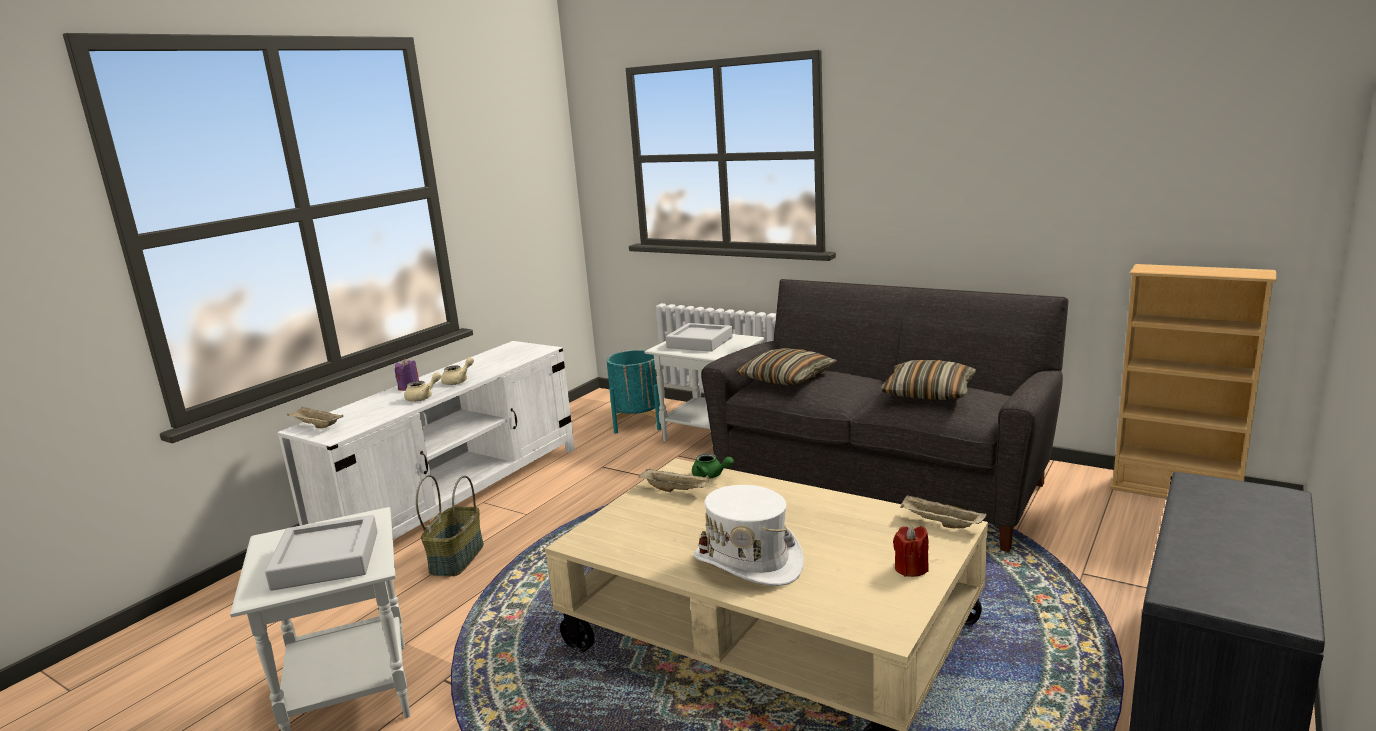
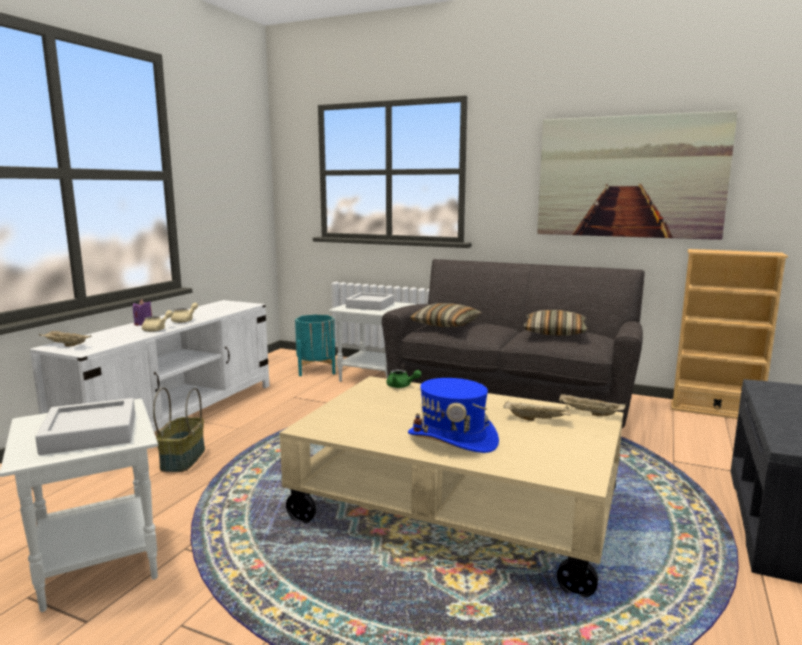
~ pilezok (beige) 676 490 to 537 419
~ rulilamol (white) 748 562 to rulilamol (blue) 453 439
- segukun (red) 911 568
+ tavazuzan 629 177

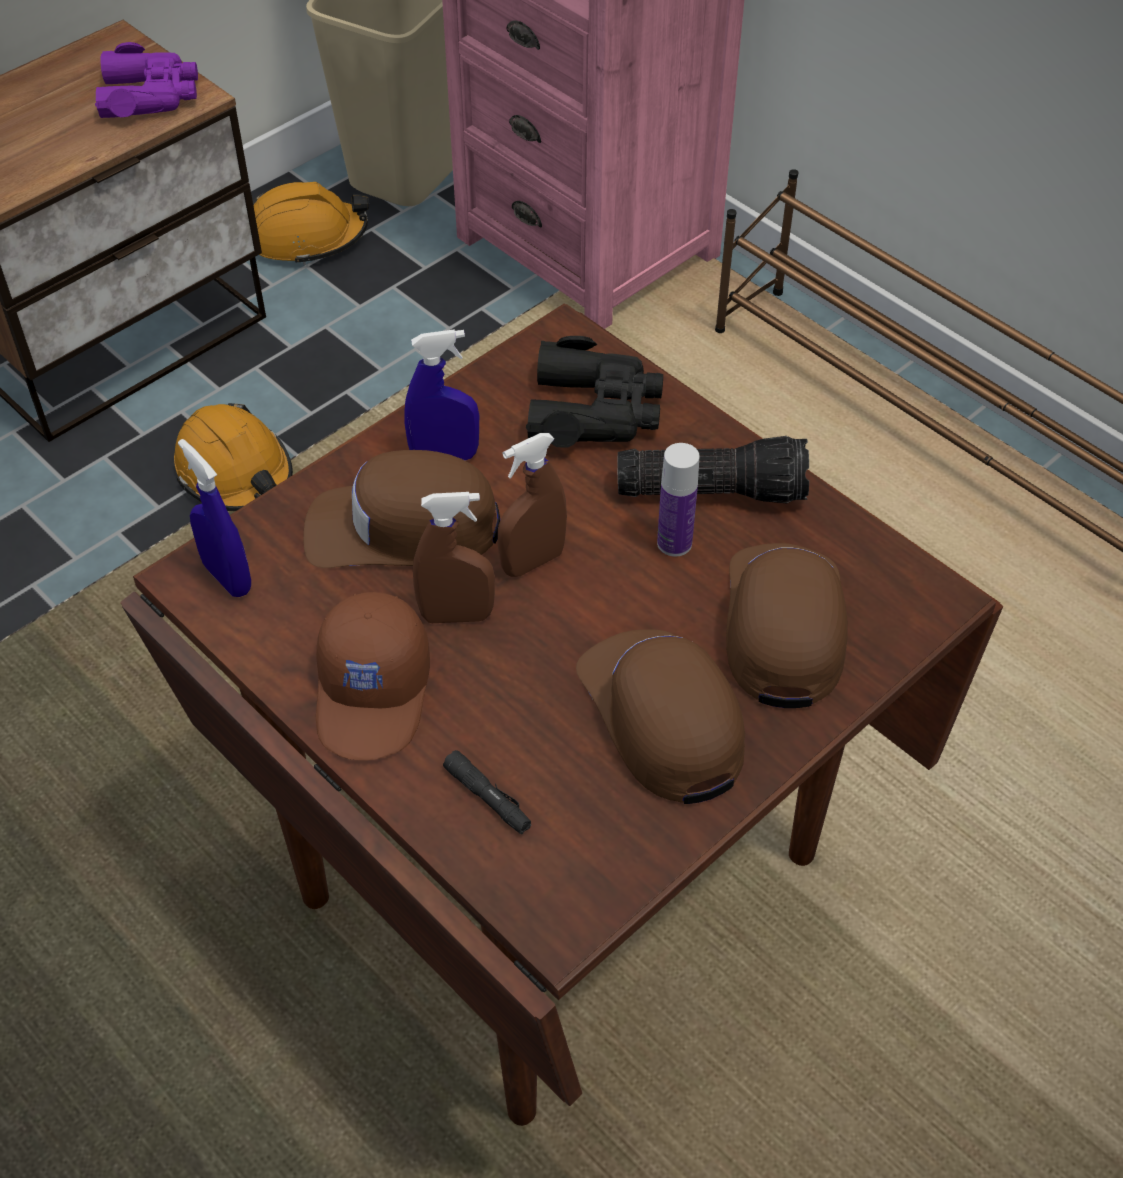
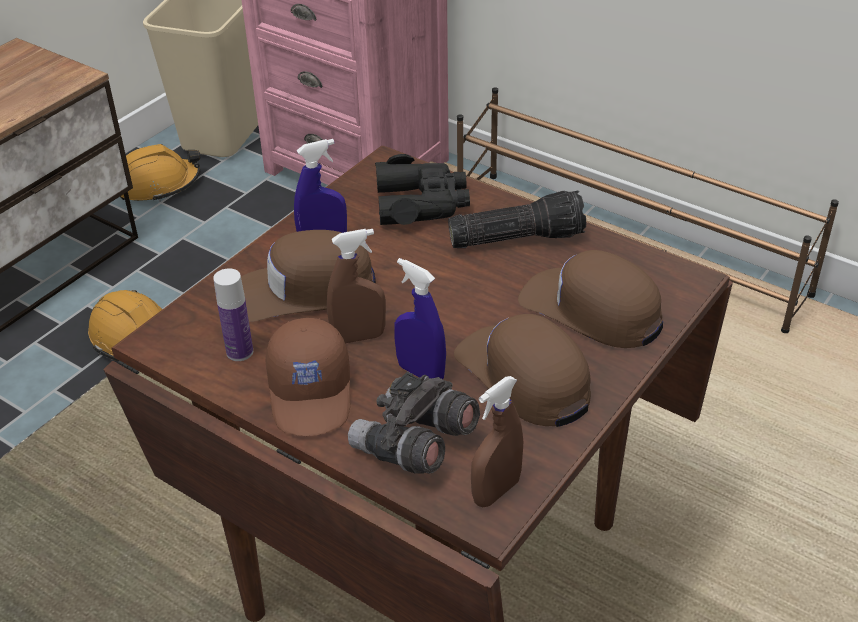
- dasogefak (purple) 150 95
~ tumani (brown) 532 562 to 496 491
~ tumani (blue) 227 578 to 420 372
~ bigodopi 674 543 to 239 352
~ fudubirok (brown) 783 626 = 591 310 45 degrees counterclockwise
~ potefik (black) 488 798 to dasogefak (grey) 414 446

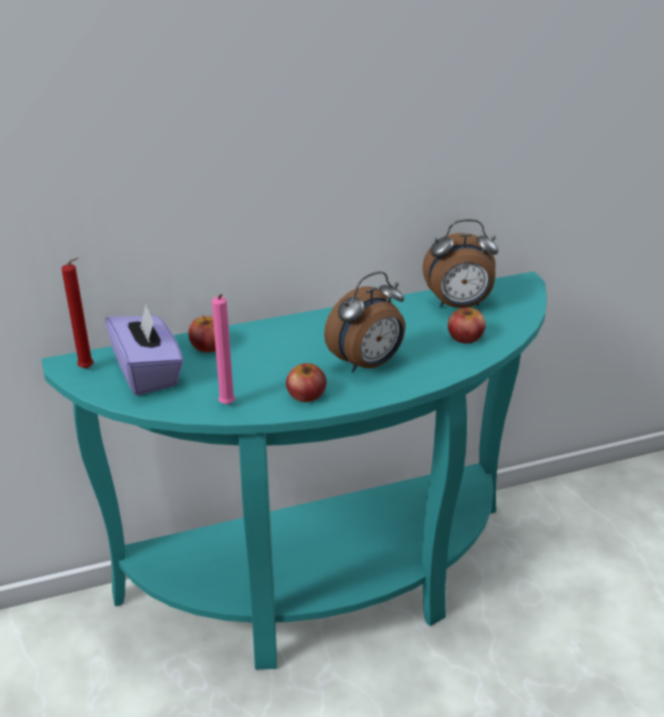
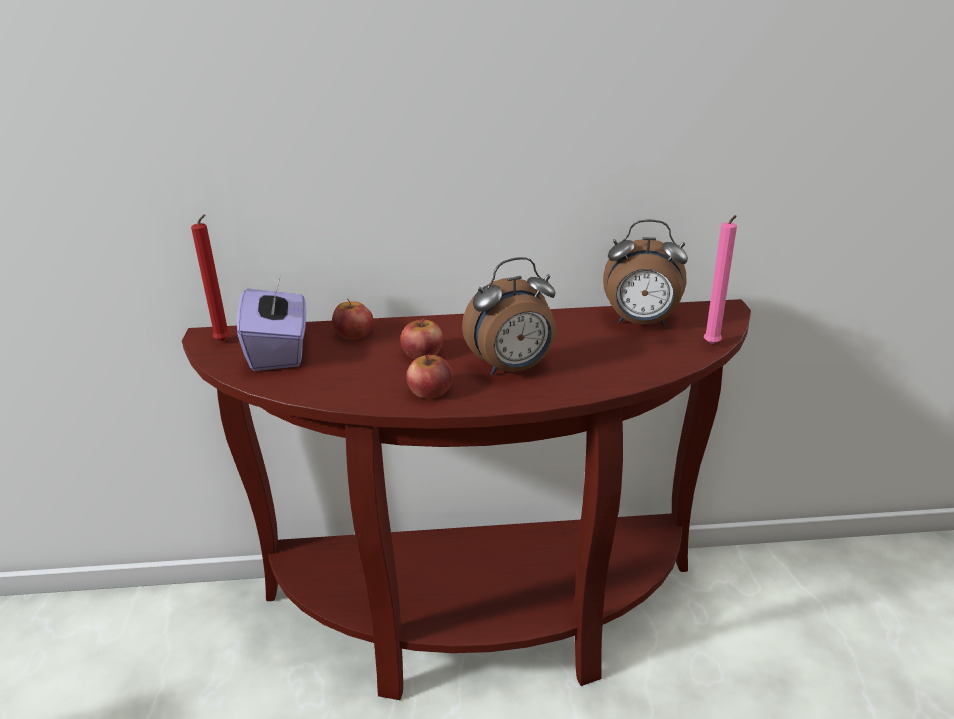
~ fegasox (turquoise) 327 587 to fegasox (brown) 482 621
~ segukun (pink) 227 406 to 712 345
~ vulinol 465 336 to 422 353

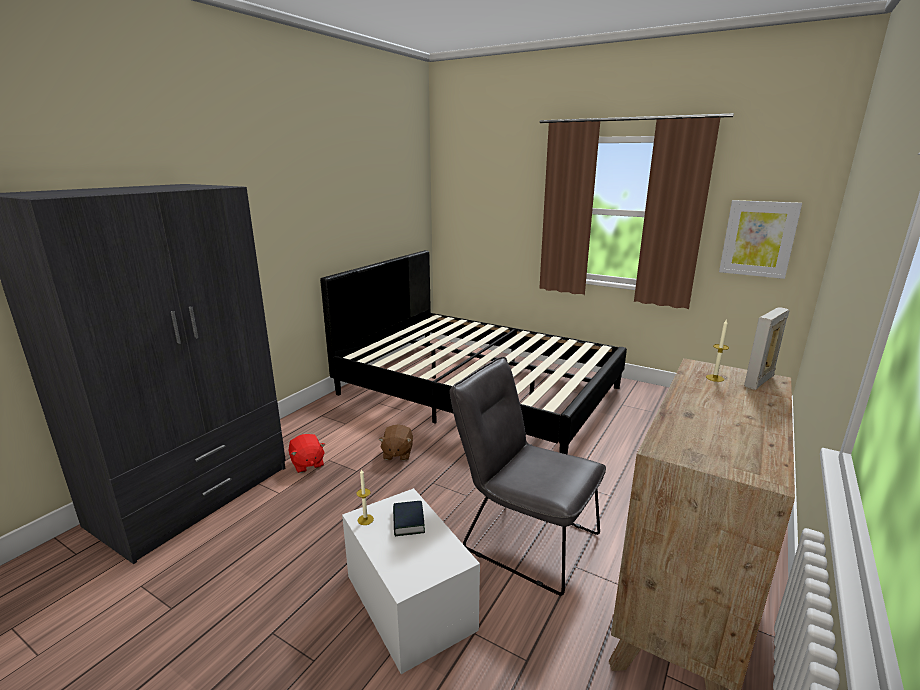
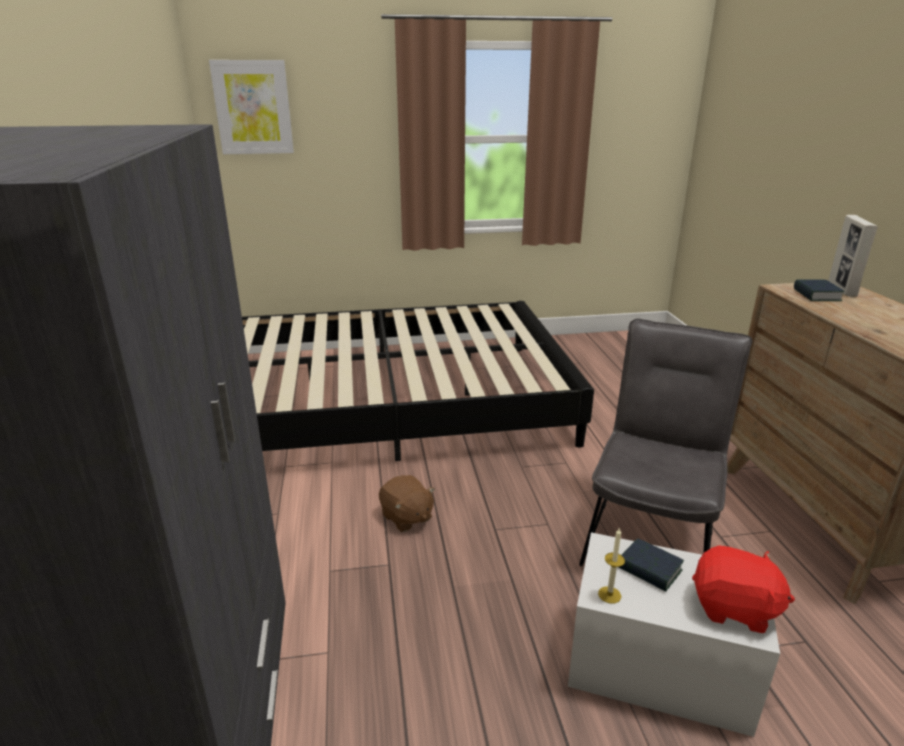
~ tavazuzan 758 239 to 253 108
~ segukun 715 378 to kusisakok 816 295
~ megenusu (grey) 523 537 = 651 536 120 degrees clockwise
~ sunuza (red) 307 464 to 734 608

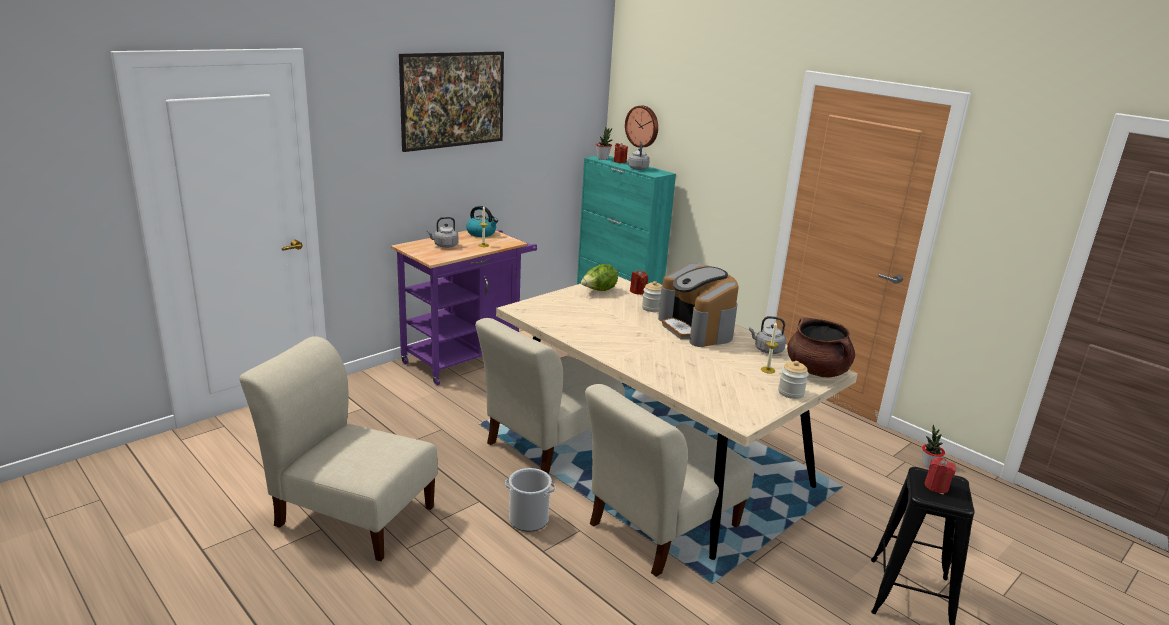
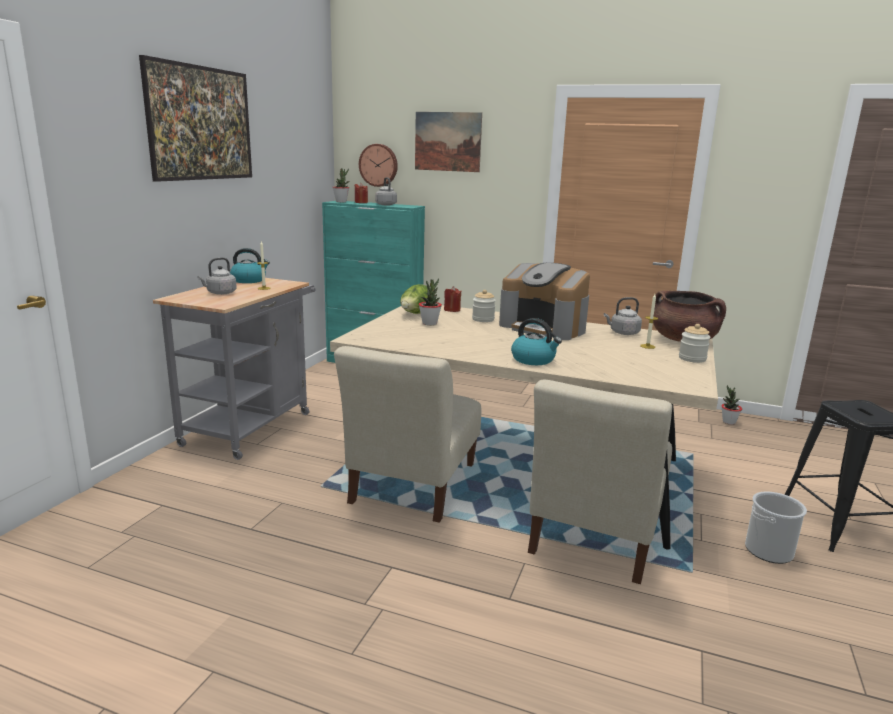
~ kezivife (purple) 467 357 to kezivife (grey) 252 425
- megenusu (beige) 350 513
- segukun (red) 936 486
~ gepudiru 528 519 to 768 551
+ tavazuzan 447 141
+ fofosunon 429 323
+ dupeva 534 360

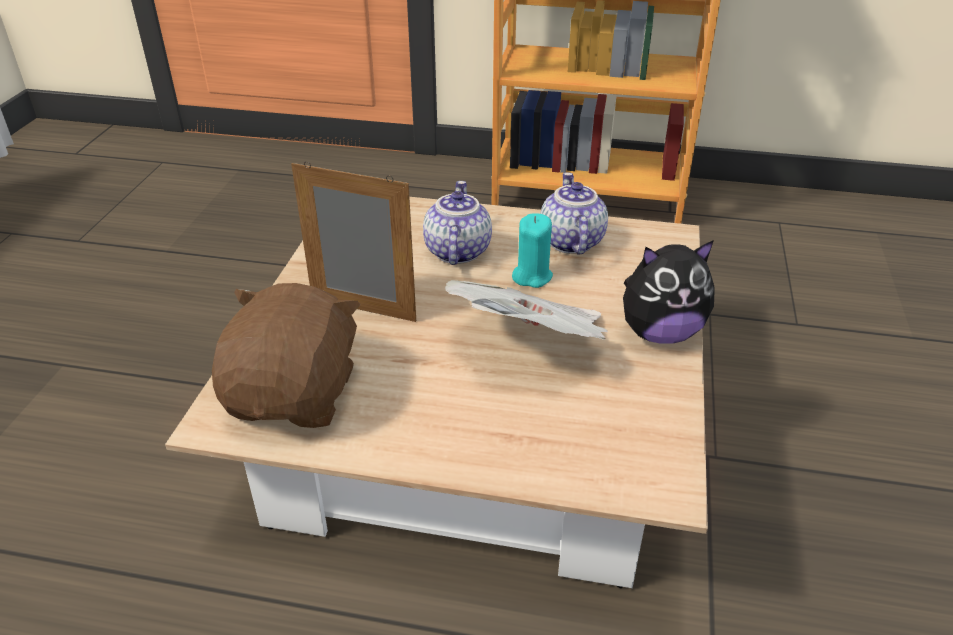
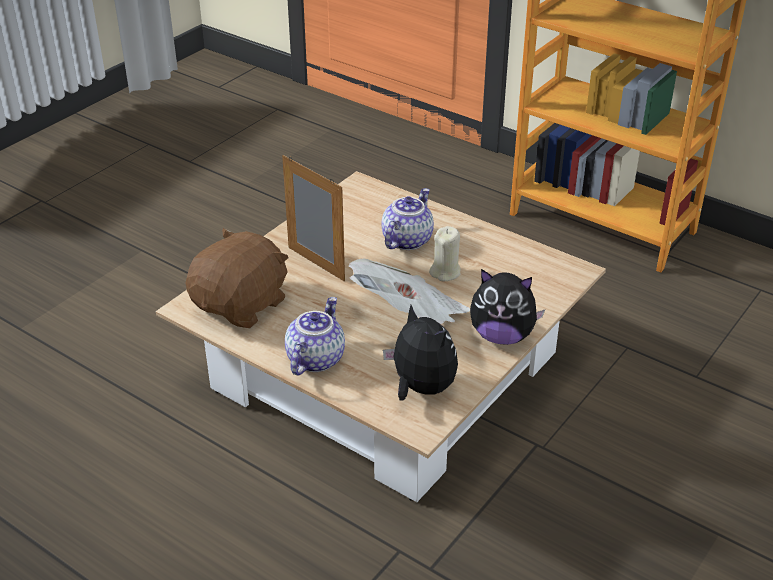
~ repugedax 569 241 to 314 358
~ segukun (turquoise) 532 276 to segukun (beige) 445 272
+ sunuza 420 388

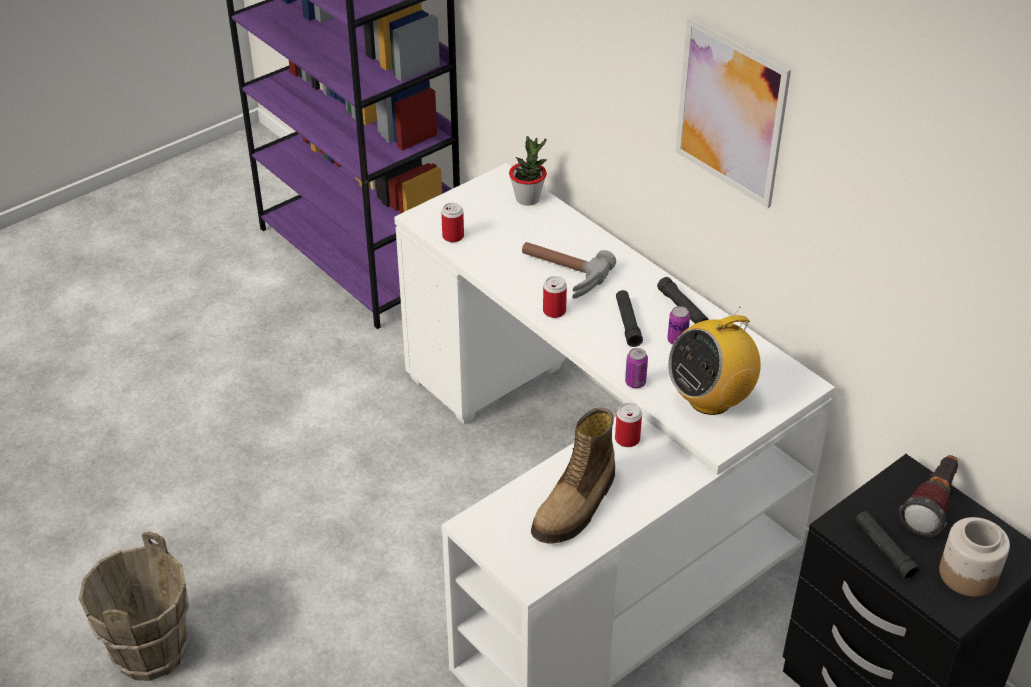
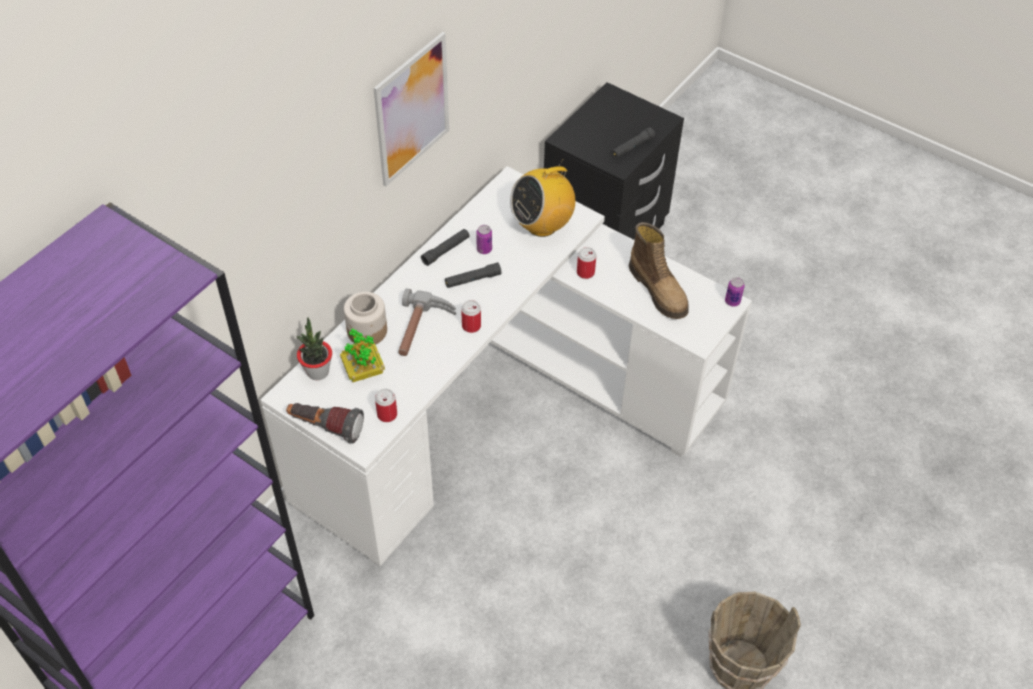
~ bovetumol 710 399 = 542 225 105 degrees clockwise
~ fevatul 635 382 to 732 301
~ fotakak 576 506 = 659 290 45 degrees clockwise
~ potefik 931 505 to 326 428
~ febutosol 967 574 to 367 331
+ fofosunon 363 371

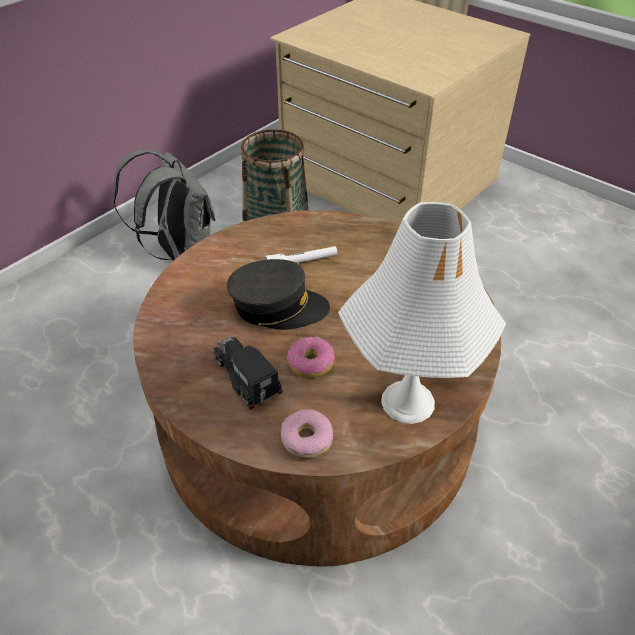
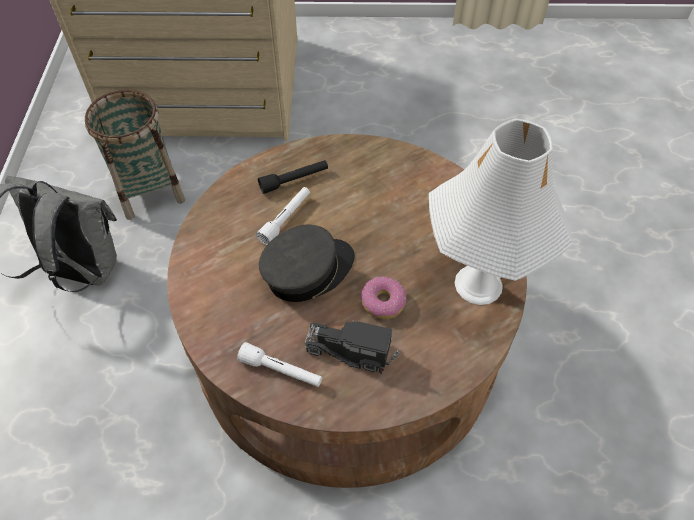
- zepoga 307 438
+ potefik (black) 294 180
+ potefik (white) 281 370

